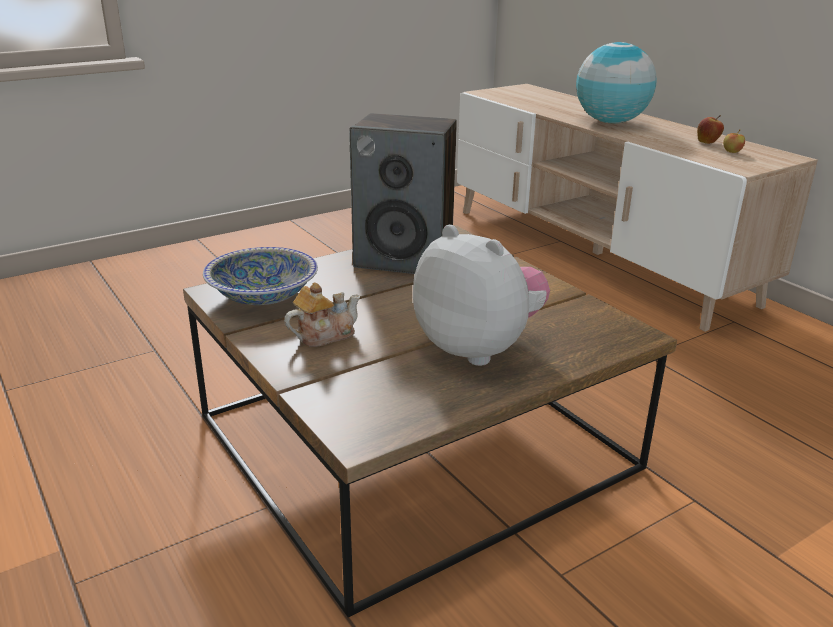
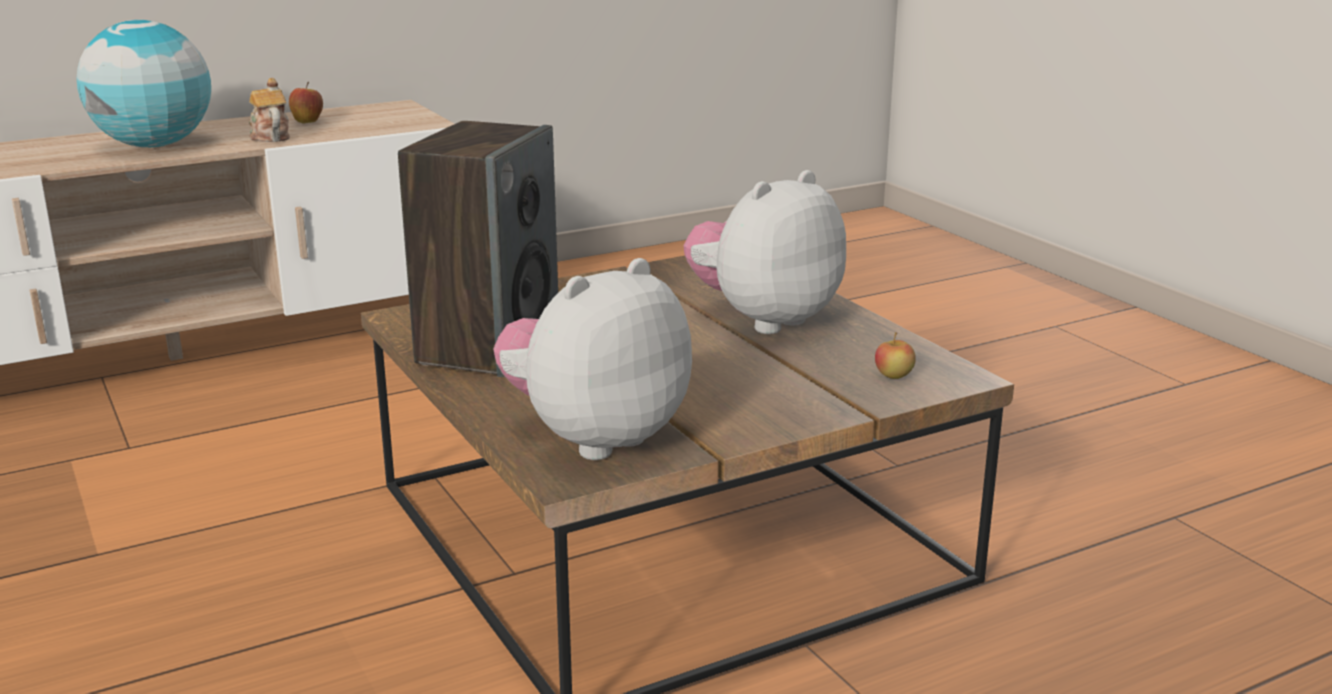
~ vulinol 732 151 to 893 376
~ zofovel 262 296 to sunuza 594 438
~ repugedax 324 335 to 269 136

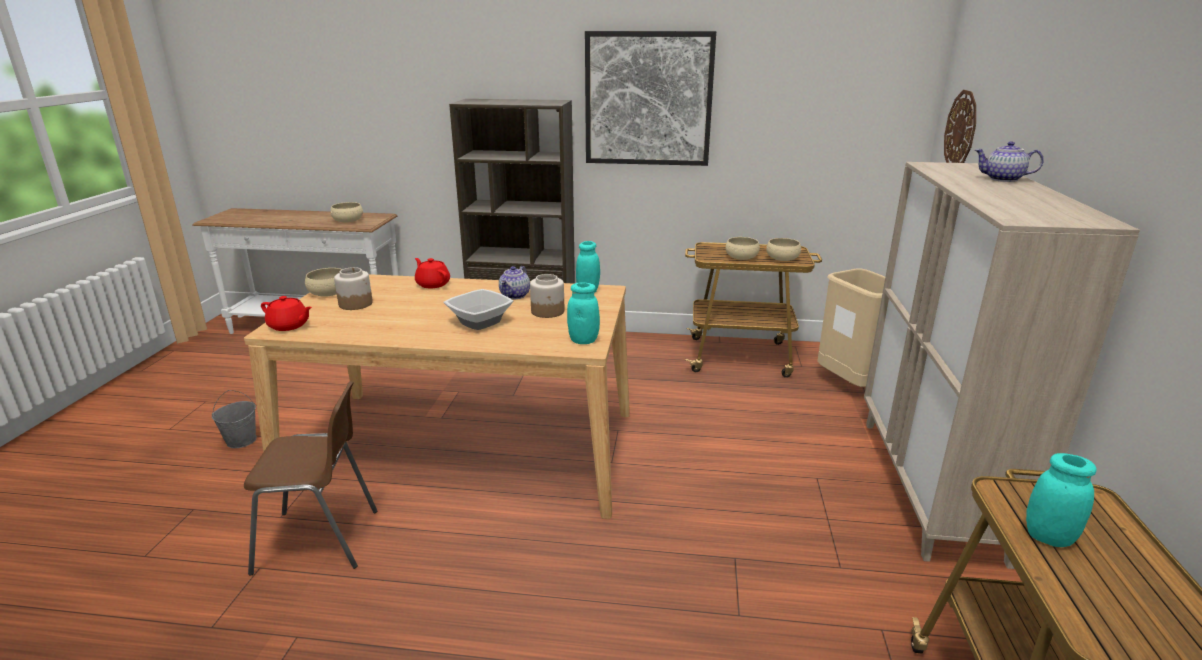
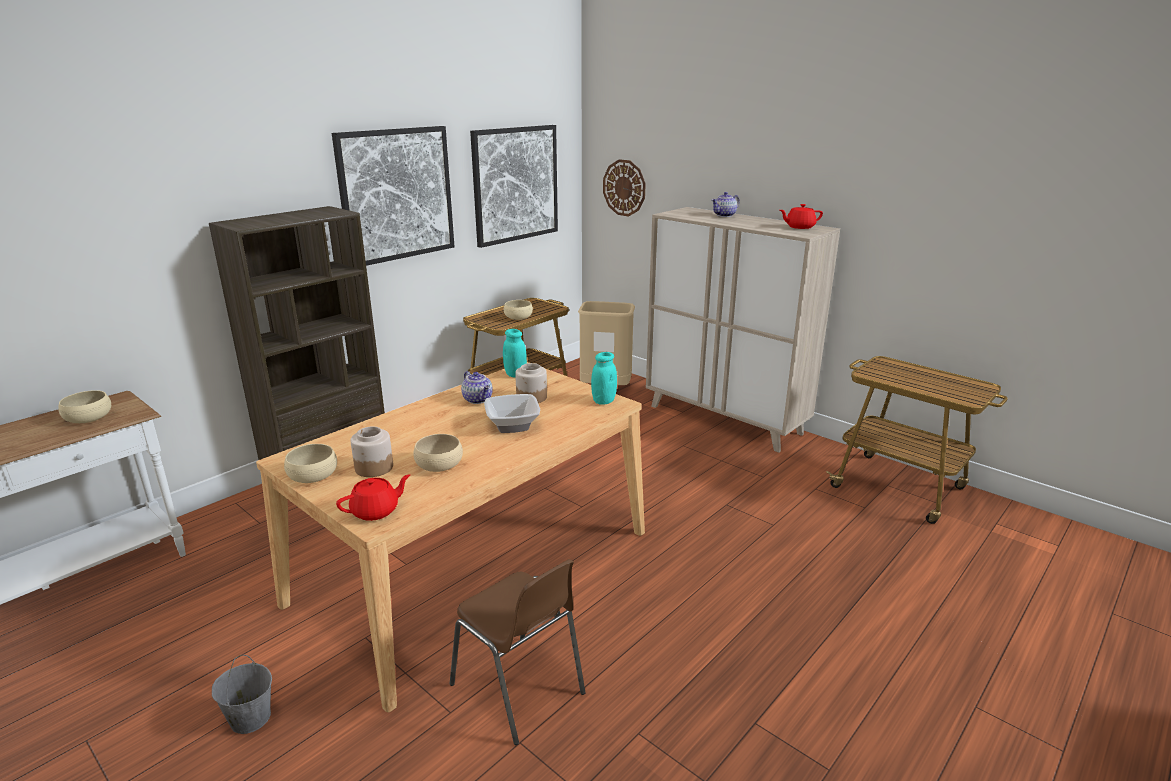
~ zofovel (beige) 782 258 to 439 465
~ repugedax (red) 432 284 to 799 227
~ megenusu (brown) 320 541 = 520 690 105 degrees clockwise
- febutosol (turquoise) 1048 537
+ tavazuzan 515 184

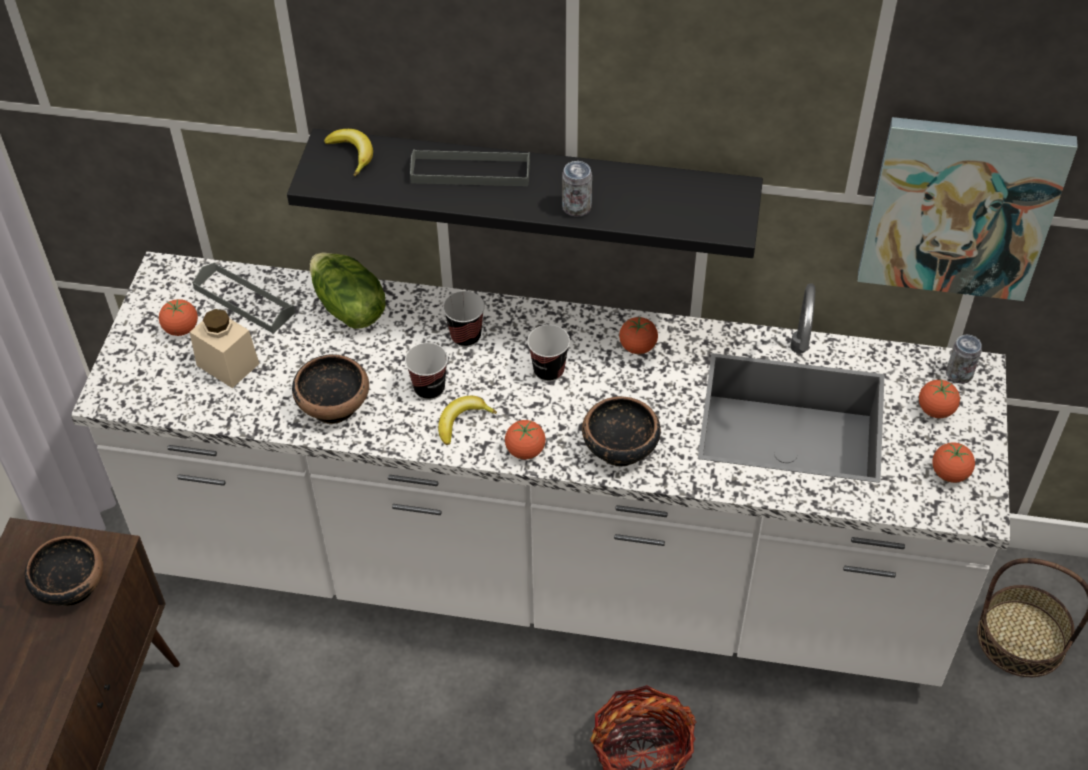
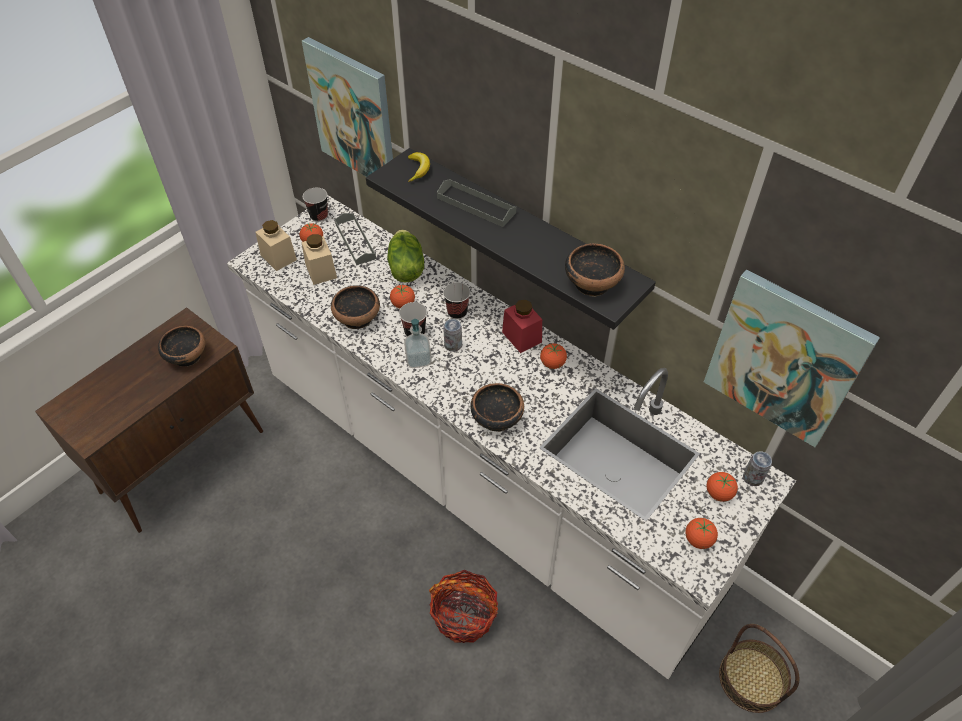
~ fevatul 576 207 to 453 345
~ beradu 548 370 to 319 216
~ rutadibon 462 421 to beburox 418 359
~ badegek 525 450 to 403 304
+ tavazuzan 353 114
+ febutosol (beige) 278 257
+ zofovel 592 283
+ febutosol (red) 521 337

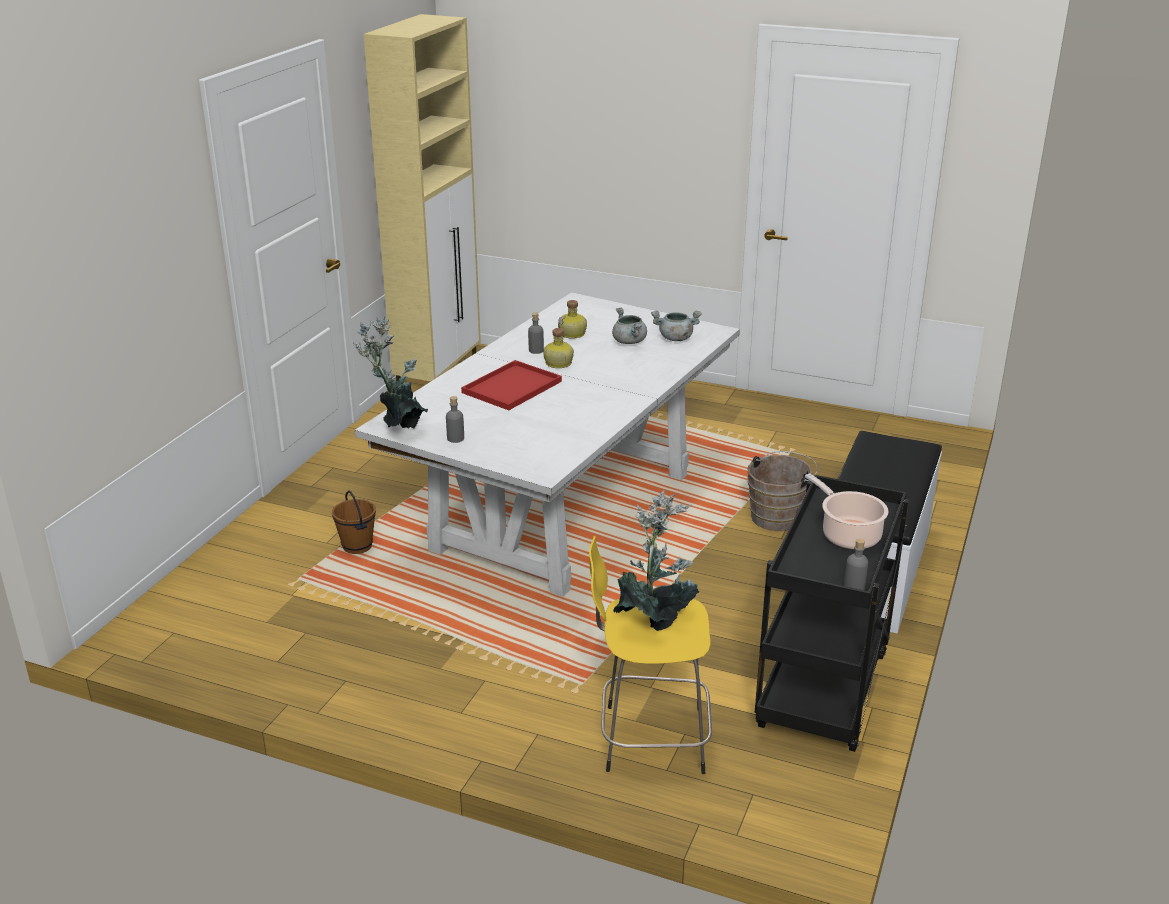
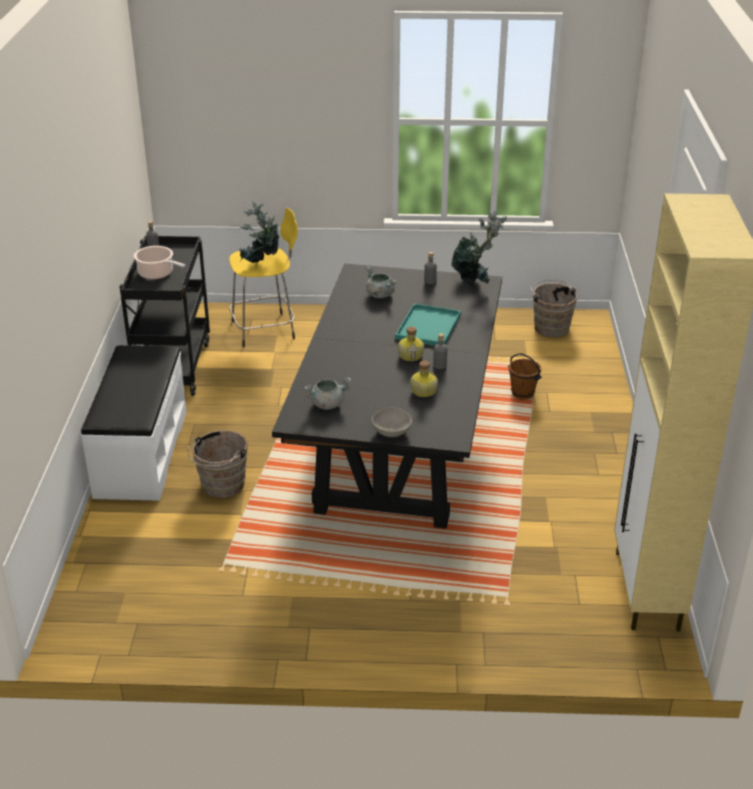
~ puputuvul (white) 563 512 to puputuvul (black) 397 452
~ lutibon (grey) 629 342 to 379 295
~ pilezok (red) 512 386 to pilezok (turquoise) 428 327
+ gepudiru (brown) 550 326
+ zofovel (grey) 391 432

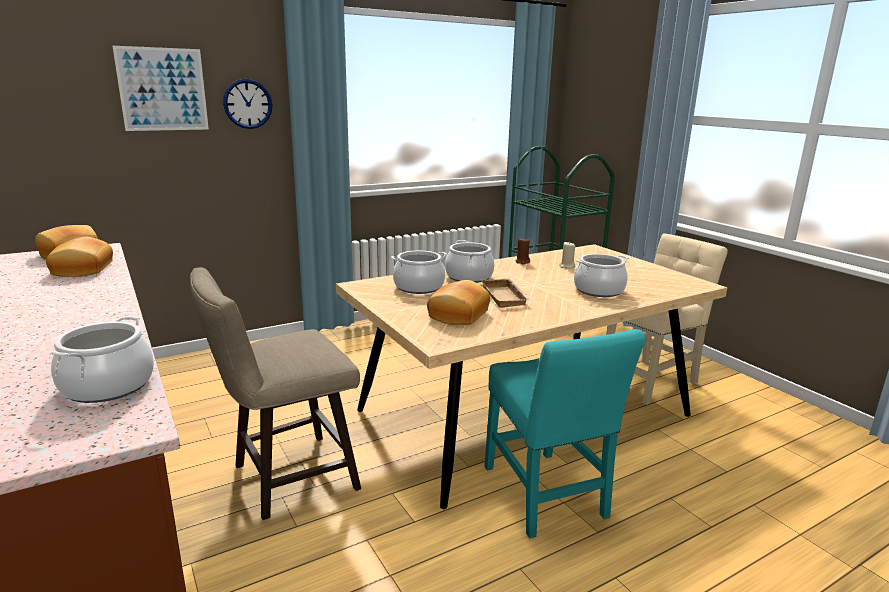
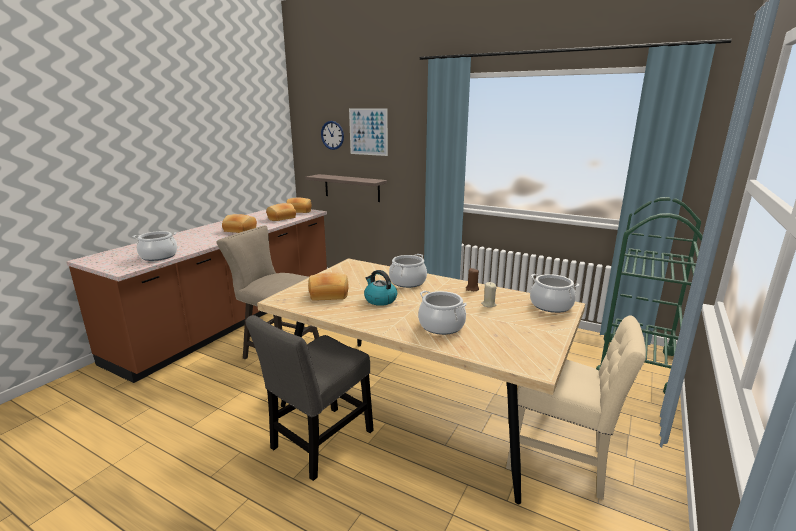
~ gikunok 248 104 to 332 135
~ lutibon 419 287 to 551 305
~ pilezok (beige) 506 297 to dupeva 380 300
~ megenusu (turquoise) 545 496 to megenusu (grey) 319 443
+ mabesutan 352 188
+ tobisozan 239 230

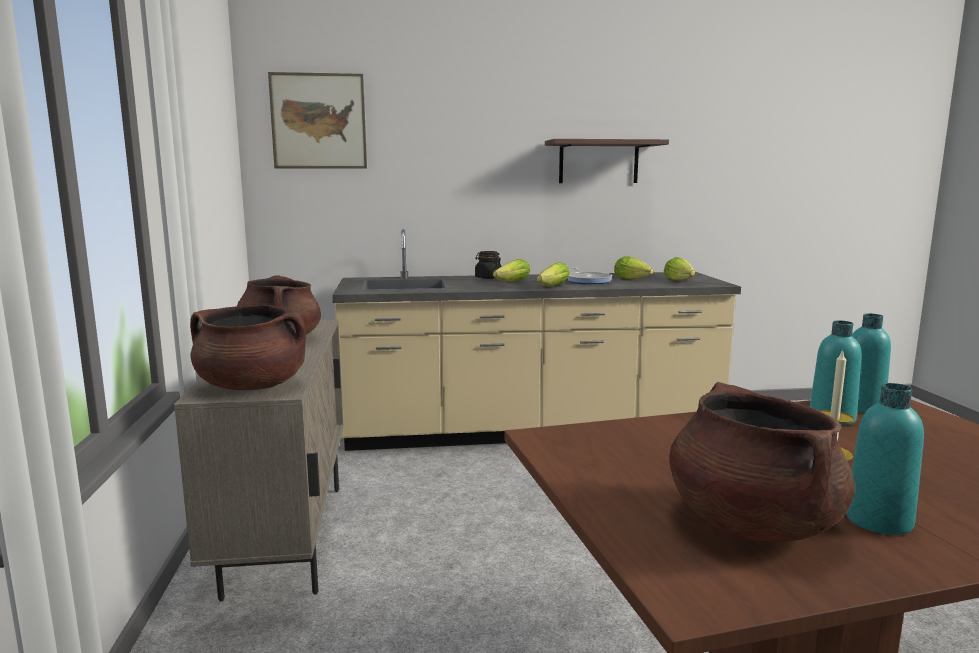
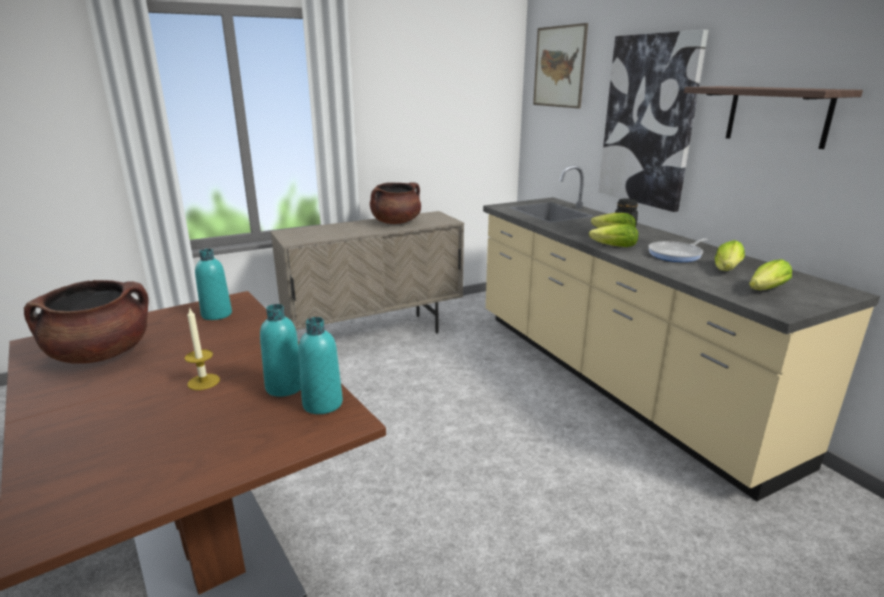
- lutibon (brown) 252 386
~ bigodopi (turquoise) 878 521 to 216 314
+ tavazuzan 648 121

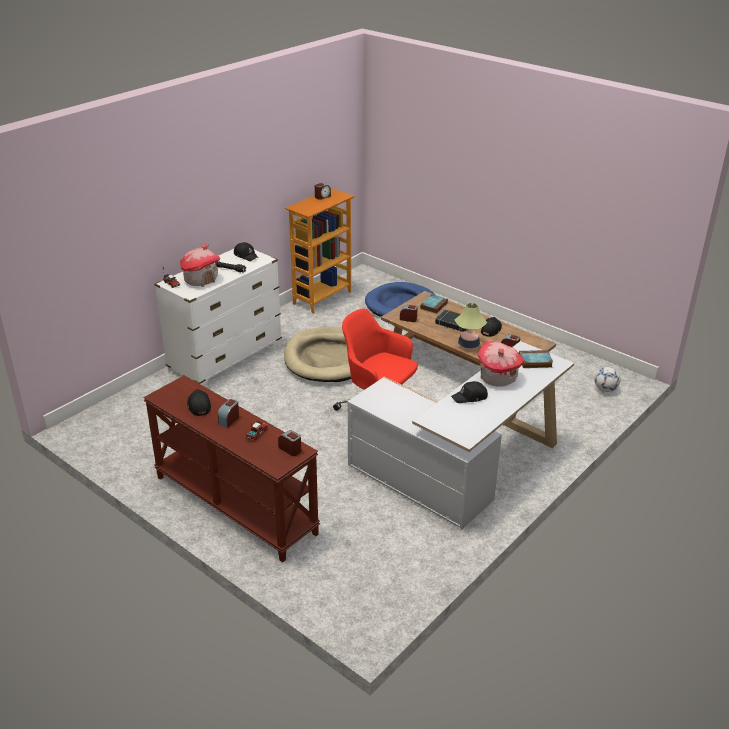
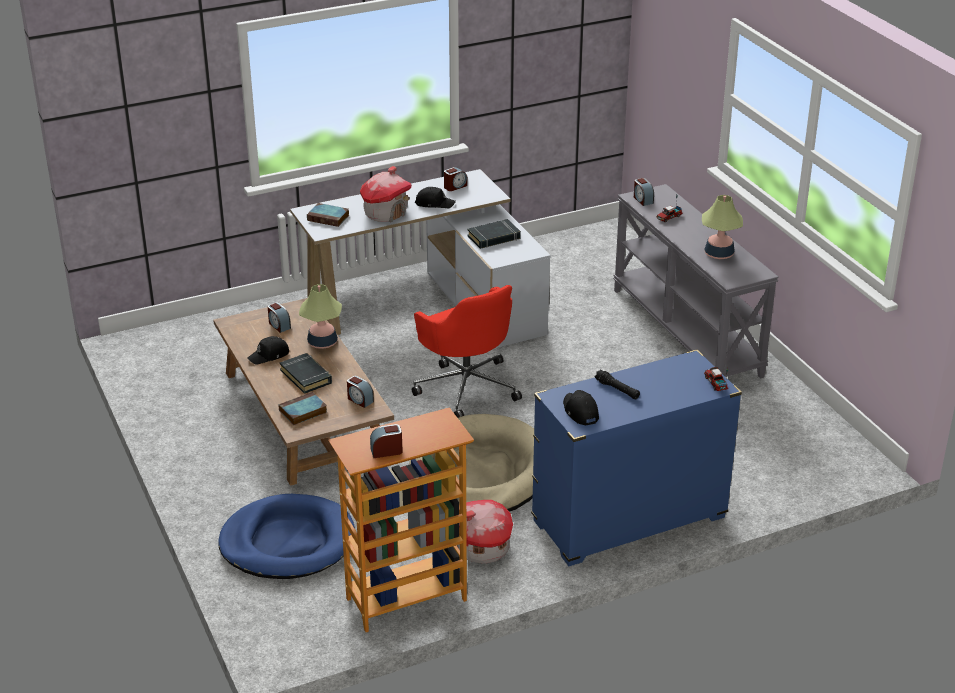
~ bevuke 201 279 to 482 549
~ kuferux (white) 225 356 to kuferux (blue) 628 520
- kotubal 605 389
~ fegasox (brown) 233 505 to fegasox (grey) 687 332
~ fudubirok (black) 198 405 to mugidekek 719 254
~ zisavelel 229 420 to 455 186
+ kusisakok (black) 494 238

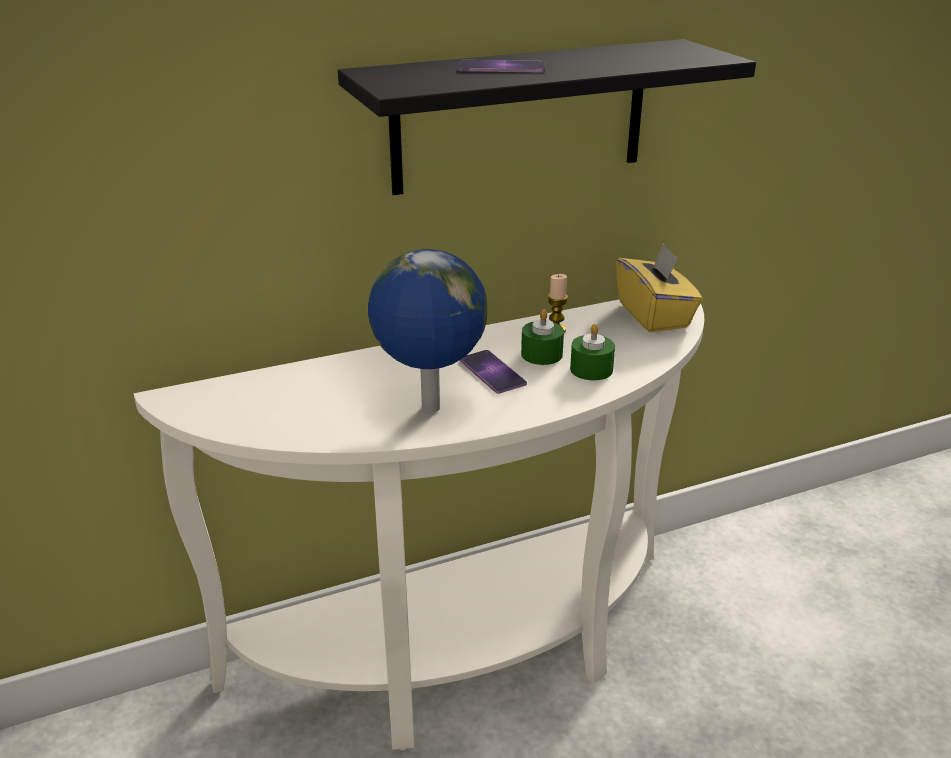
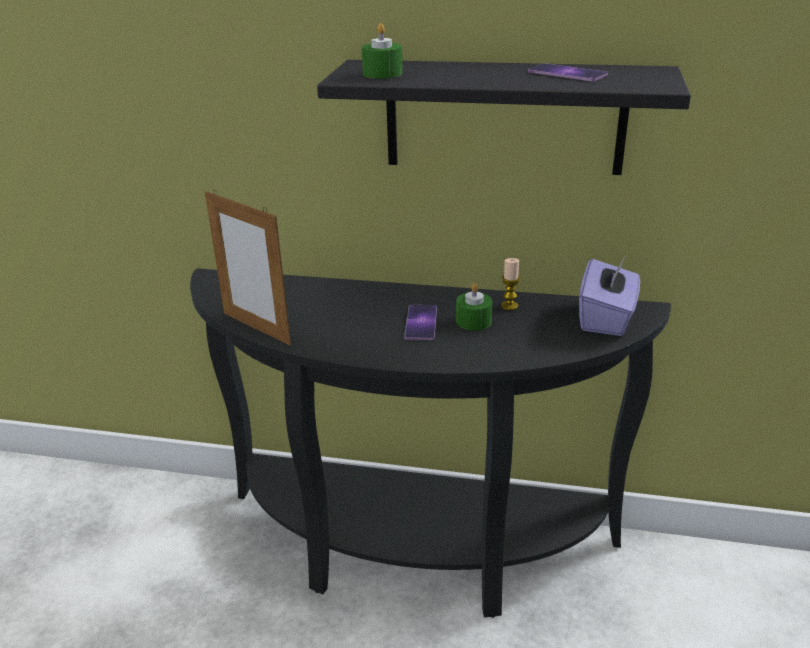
~ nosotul 502 67 to 567 73
~ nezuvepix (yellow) 654 315 to nezuvepix (purple) 606 318
- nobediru 430 408
~ fegasox (white) 470 655 to fegasox (black) 413 552
~ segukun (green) 591 369 to 382 73
+ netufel 256 328

